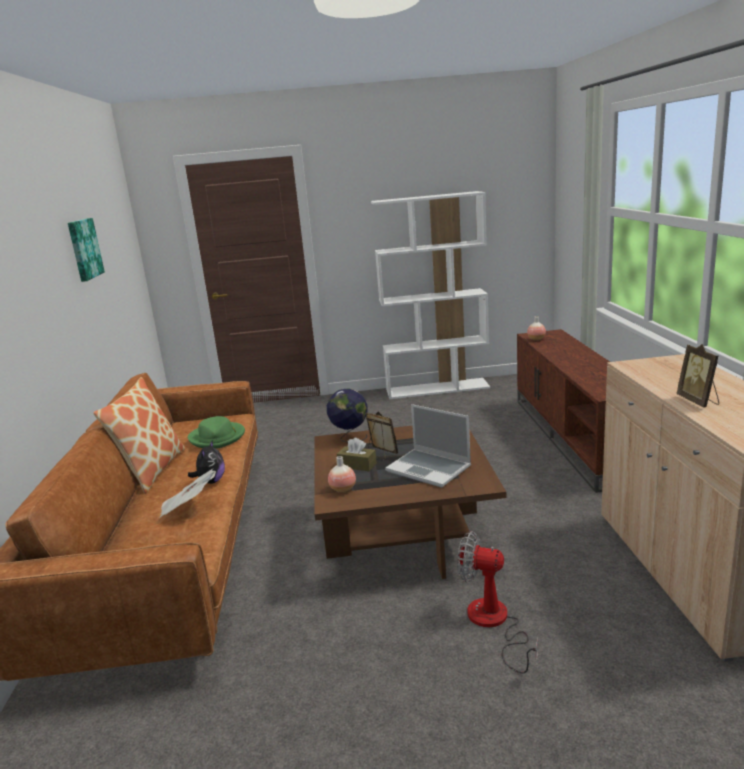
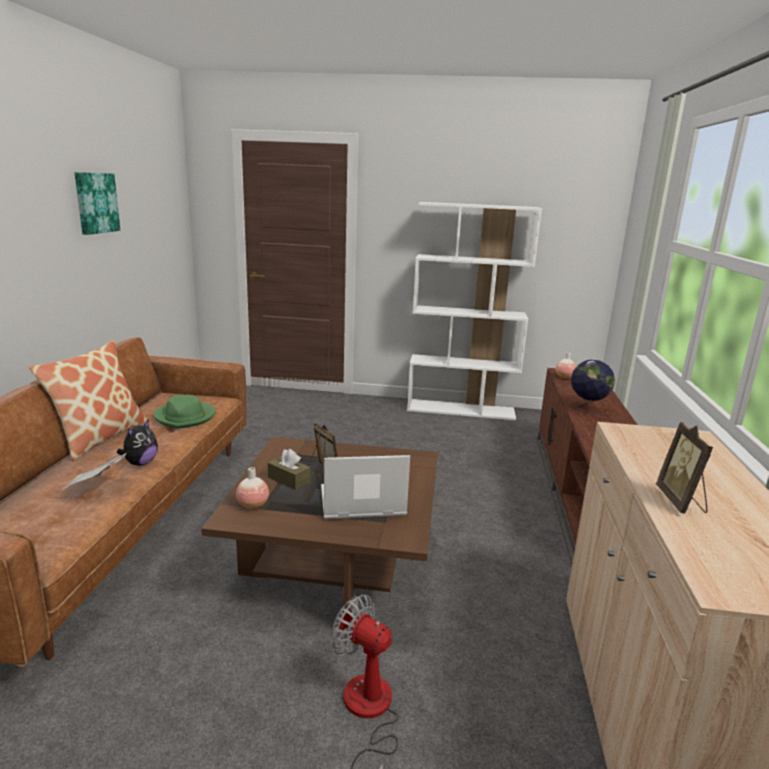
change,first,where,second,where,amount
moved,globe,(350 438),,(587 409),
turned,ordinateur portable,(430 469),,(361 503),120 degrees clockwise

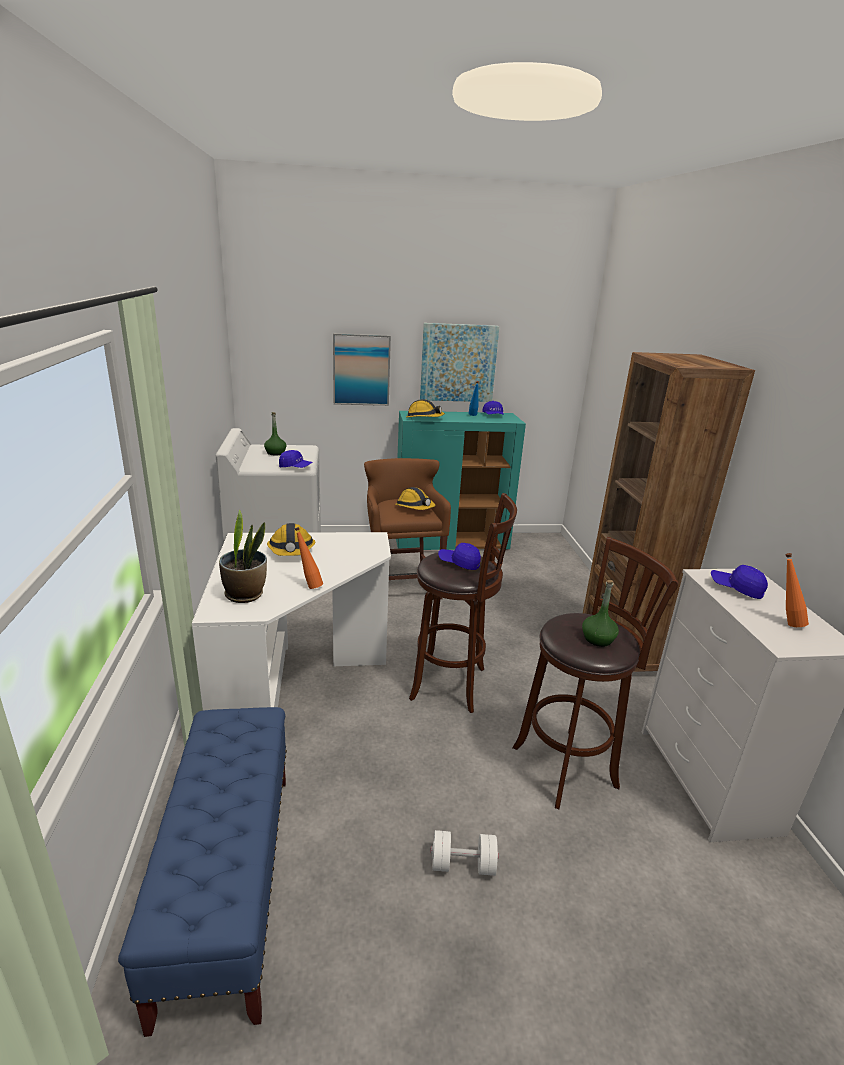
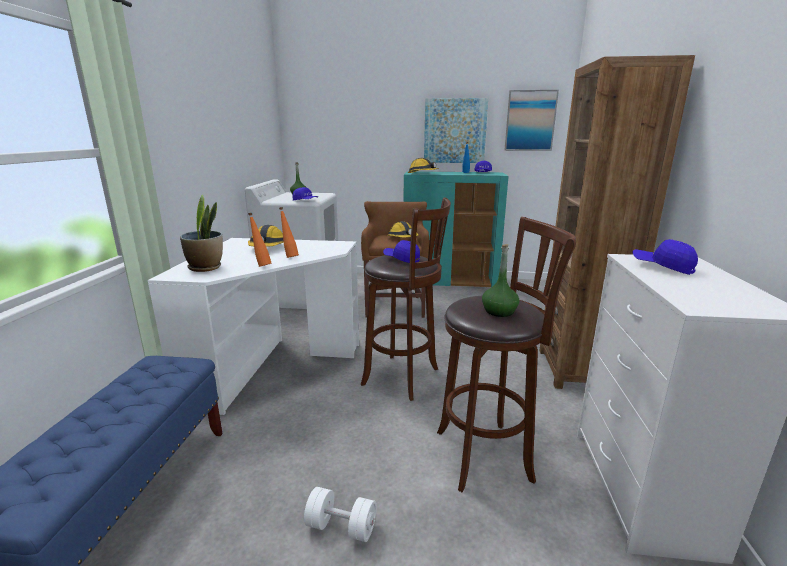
change,first,where,second,where,amount
moved,tableau,(361 370),,(530 121),
moved,bouteille [orange],(785 622),,(289 256),

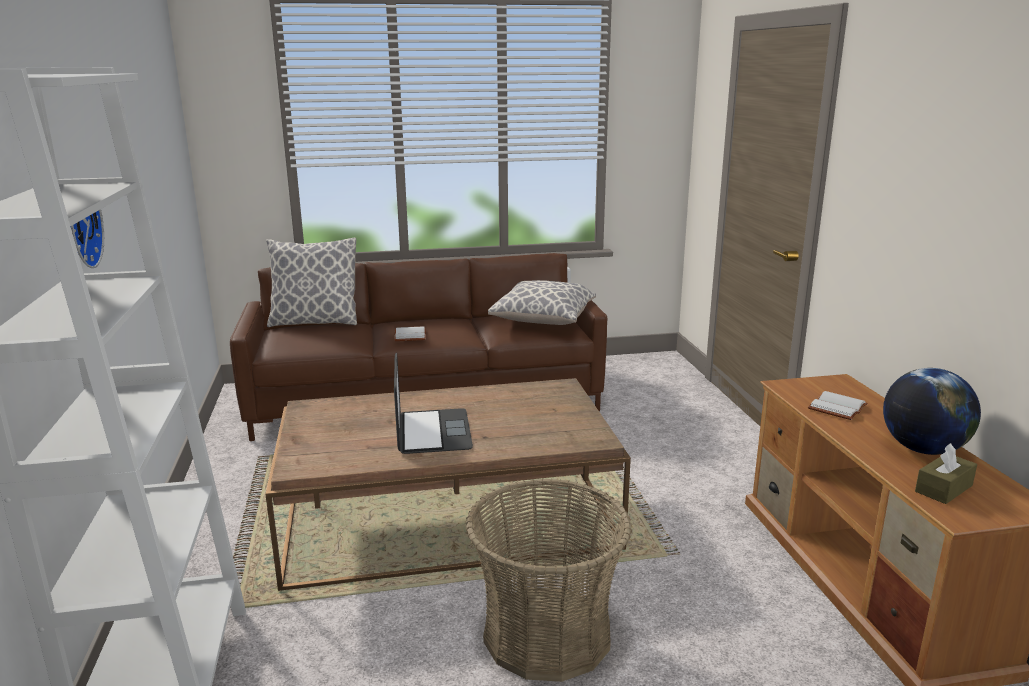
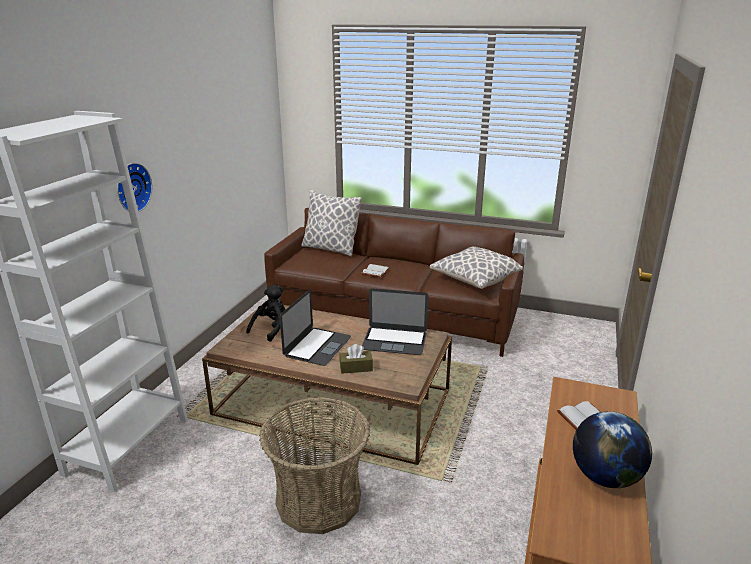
change,first,where,second,where,amount
moved,boîte à mouchoirs [marron],(943 488),,(356 368),
added,,,peluche [noir],(271 329),
added,,,ordinateur portable,(394 341),

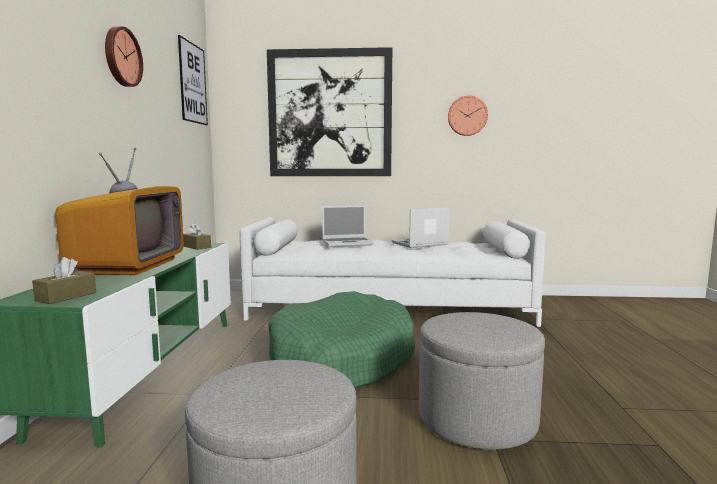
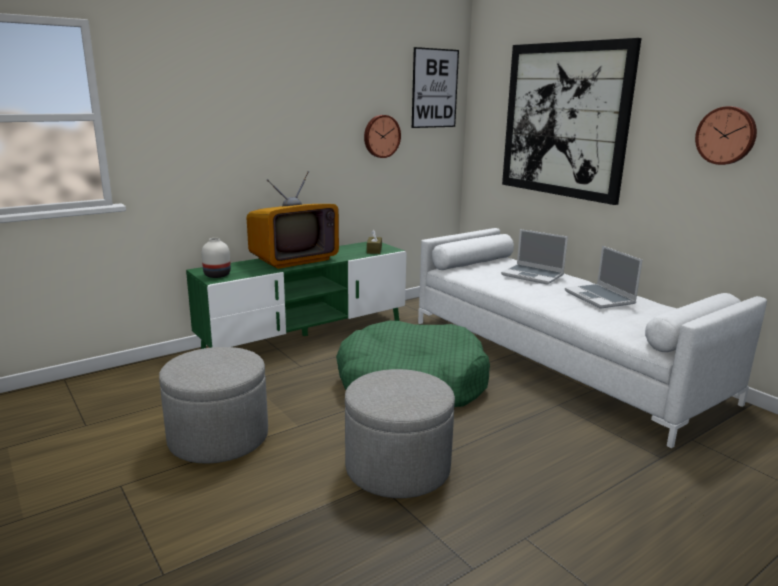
change,first,where,second,where,amount
moved,horloge murale,(121 57),,(381 136),
turned,ordinateur portable,(419 244),,(600 298),135 degrees counterclockwise
replaced,boîte à mouchoirs [marron],(66 296),vase [blanc],(218 275),

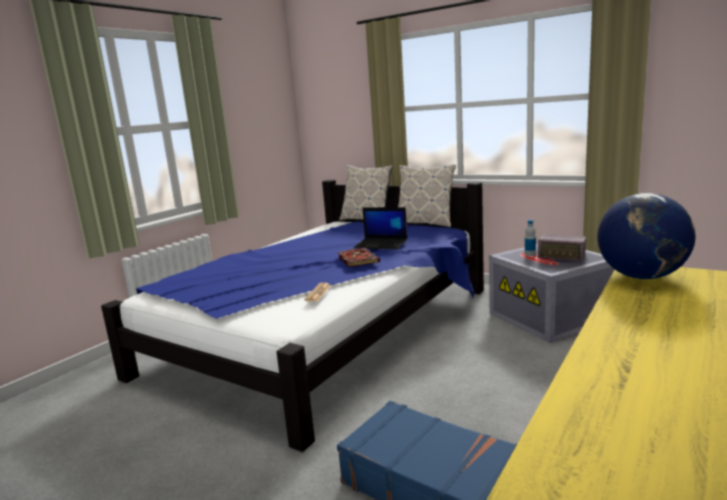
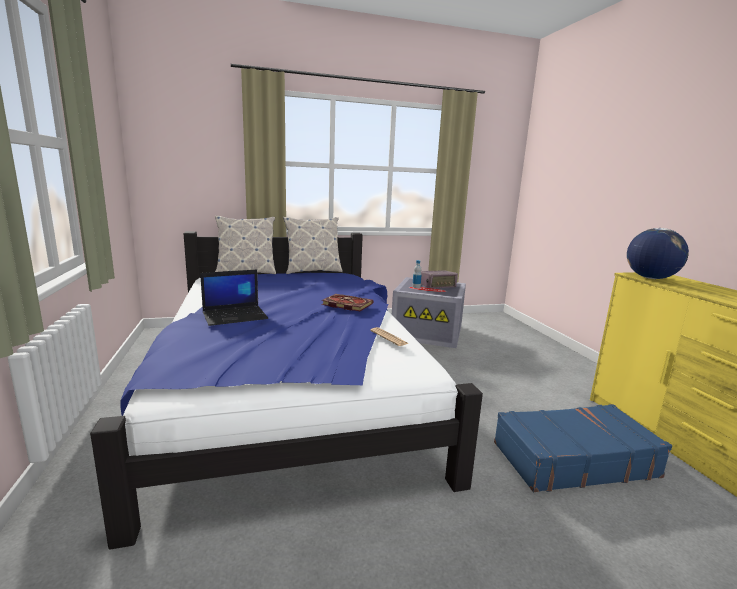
change,first,where,second,where,amount
moved,ordinateur portable,(382 244),,(235 316),

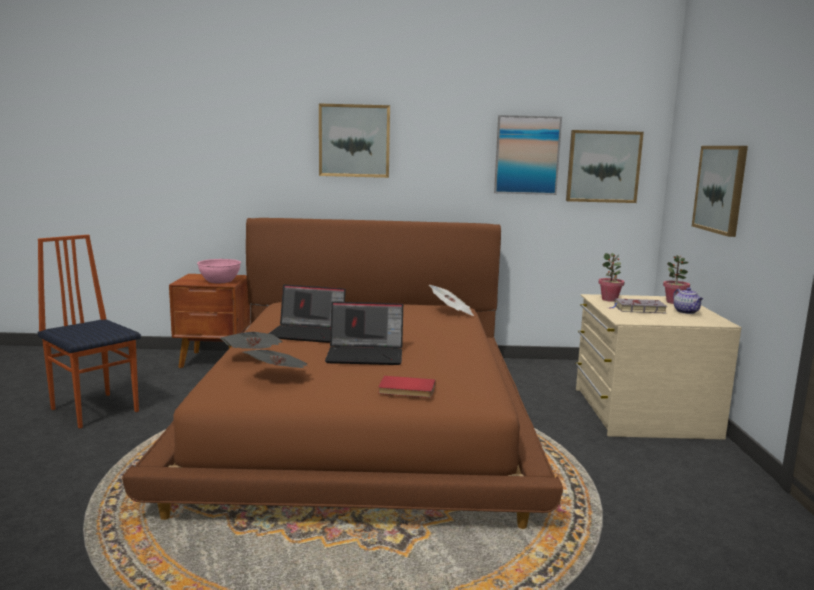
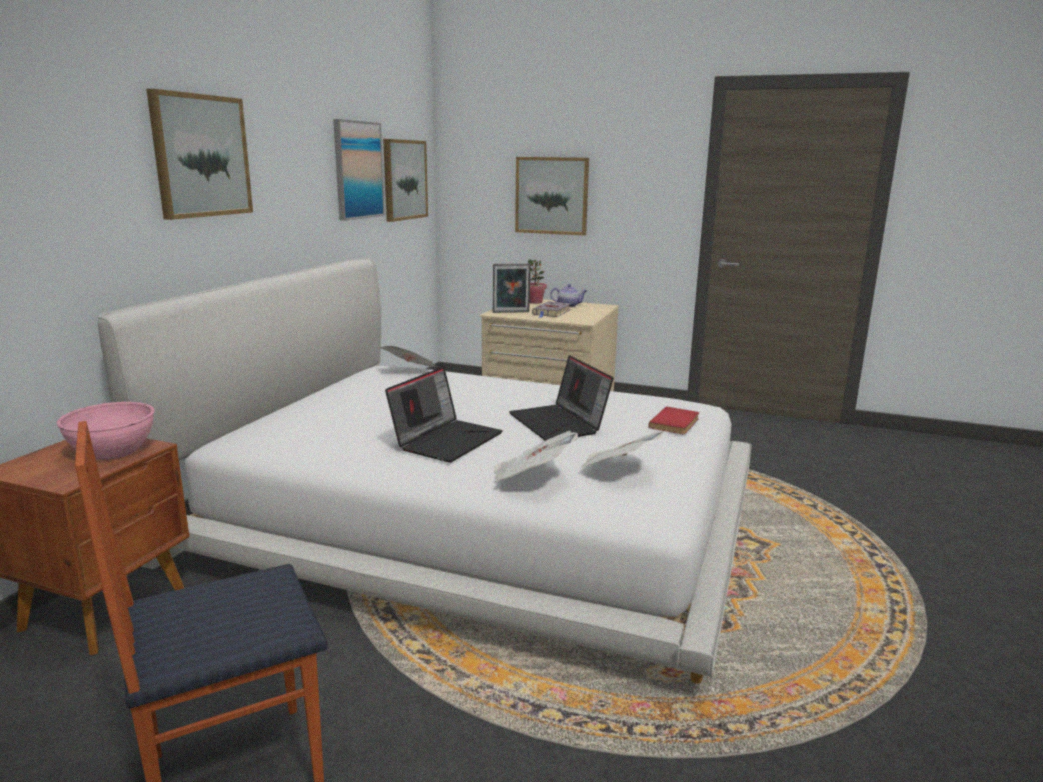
change,first,where,second,where,amount
recoloured,lit [marron],(362 418),lit [blanc],(474 519),
replaced,plante en pot,(609 299),cadre photo,(511 312),
turned,ordinateur portable,(366 355),,(559 423),135 degrees clockwise

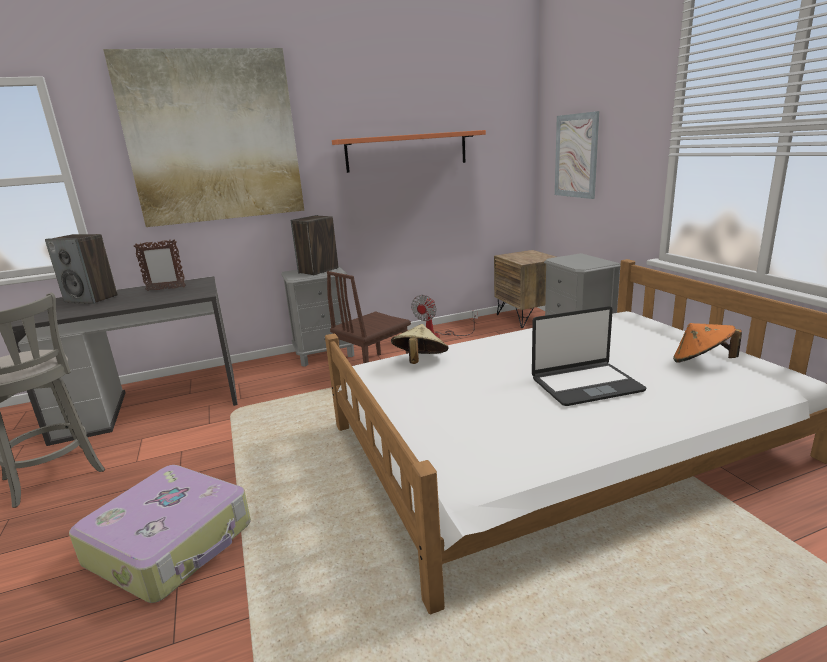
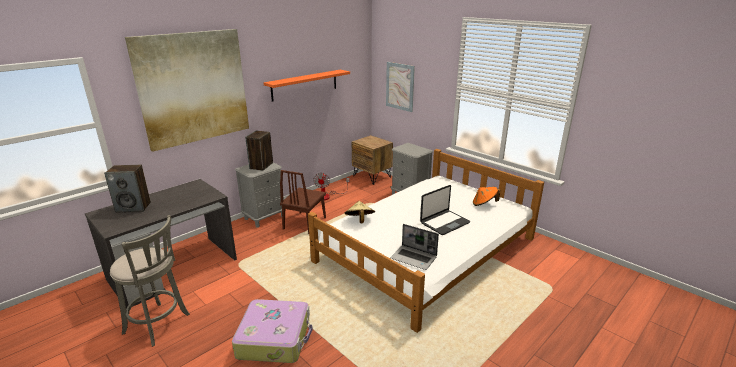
change,first,where,second,where,amount
removed,cadre photo,(166 289),,,
added,,,ordinateur portable,(414 258),

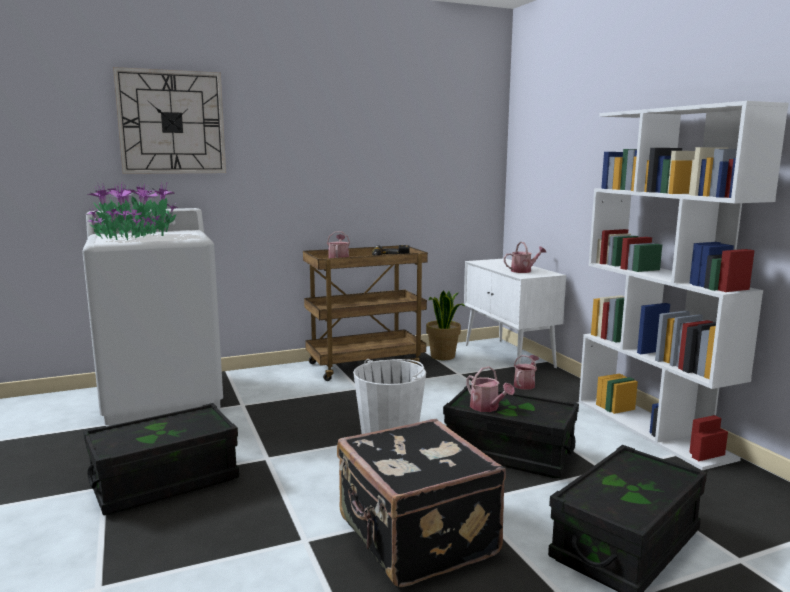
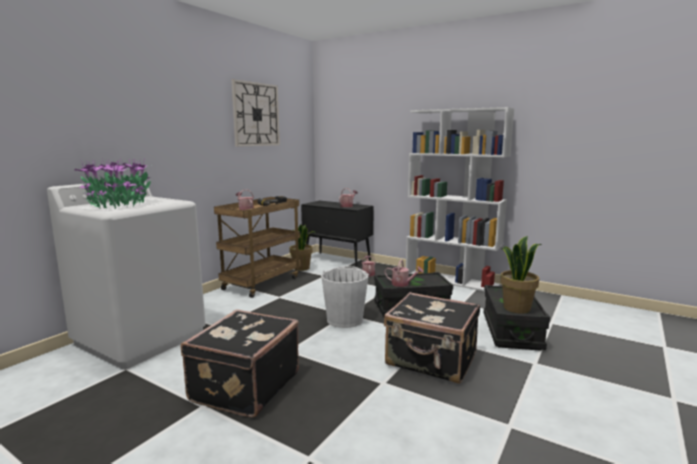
change,first,where,second,where,amount
moved,horloge murale,(172 122),,(256 114),
recoloured,meuble de rangement [blanc],(509 356),meuble de rangement [noir],(338 261),
replaced,boîte de rangement [noir],(165 481),valise [noir],(243 386),
added,,,plante en pot,(516 308),

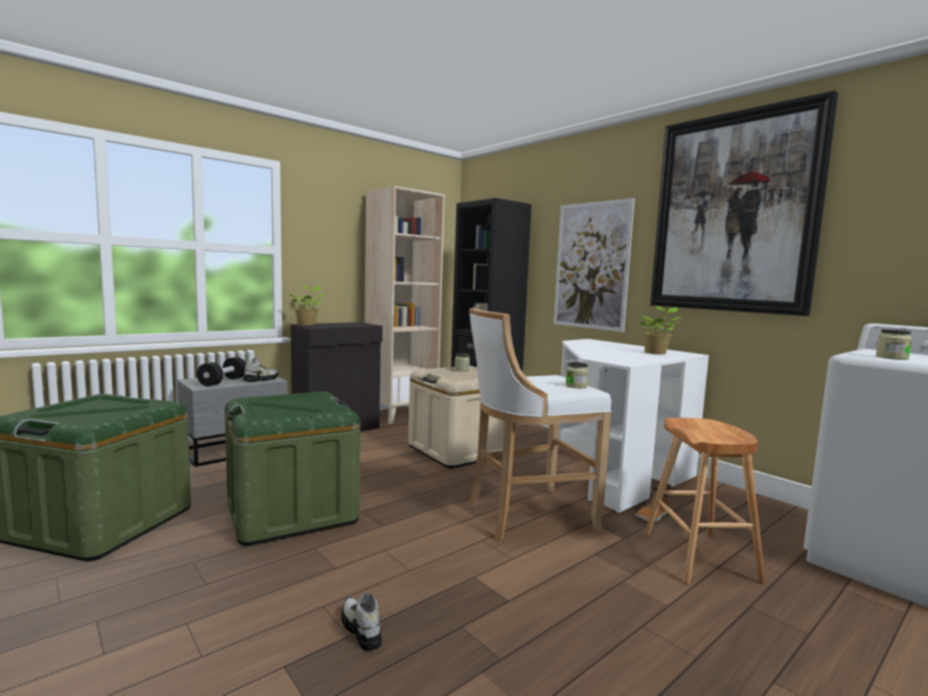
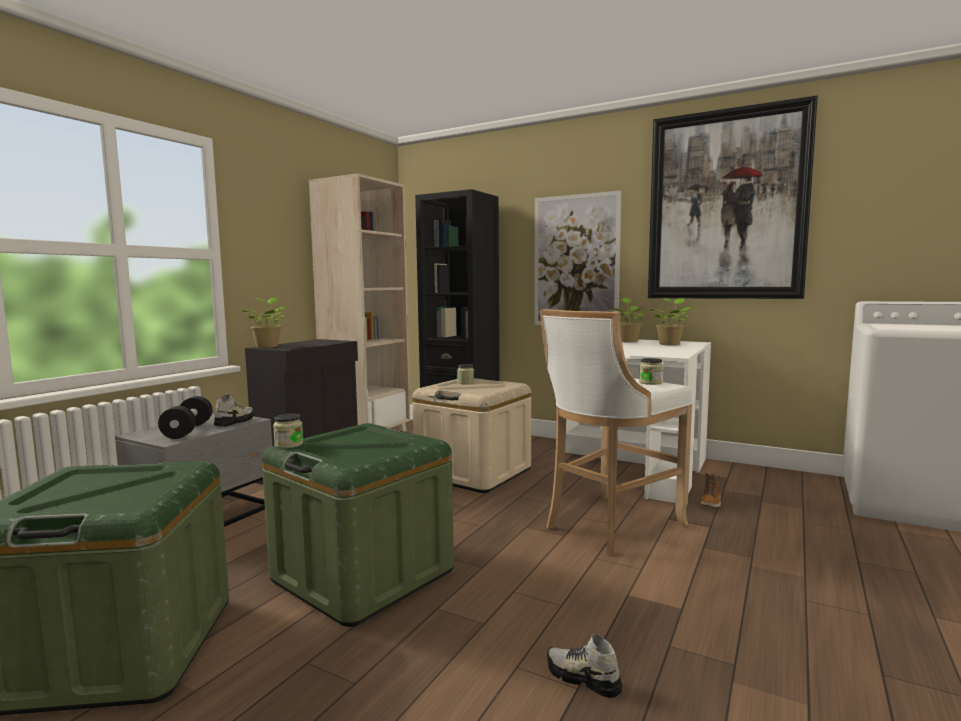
change,first,where,second,where,amount
moved,bocal,(891 357),,(289 444),
removed,tabouret [marron],(699 556),,,
added,,,plante en pot,(627 341),

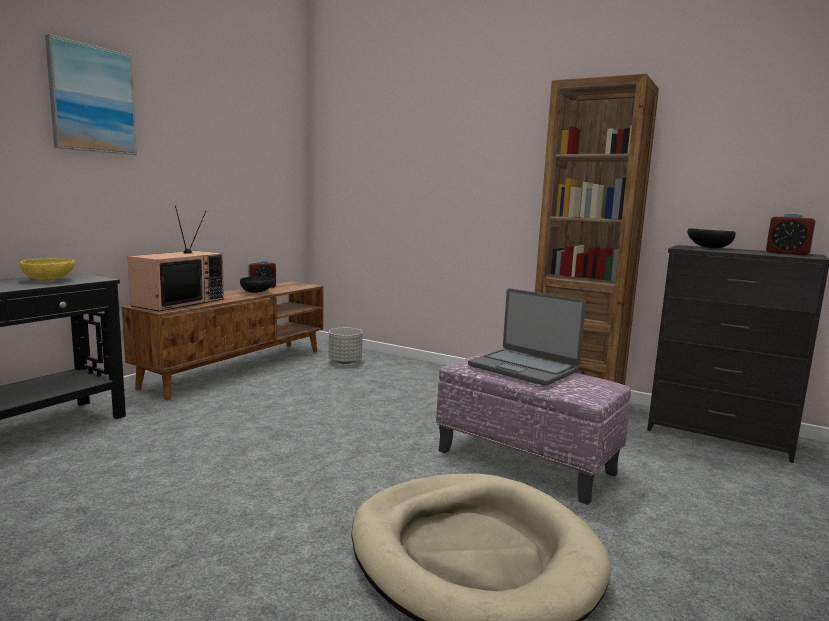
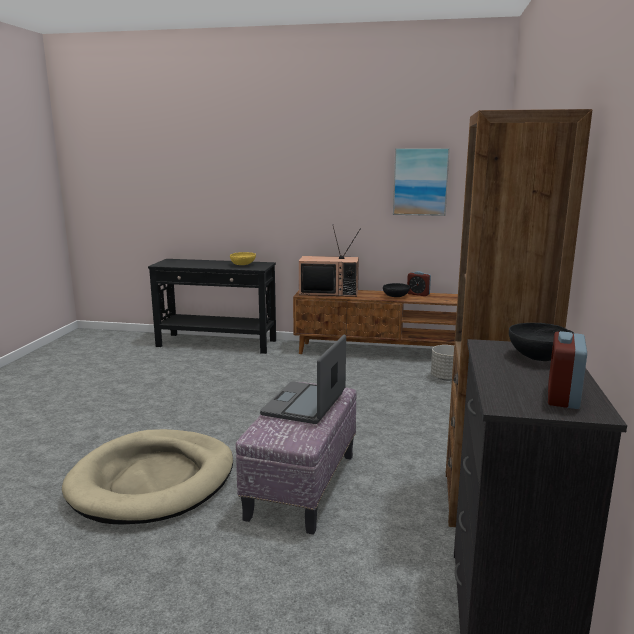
change,first,where,second,where,amount
moved,tableau,(92 99),,(420 181),

